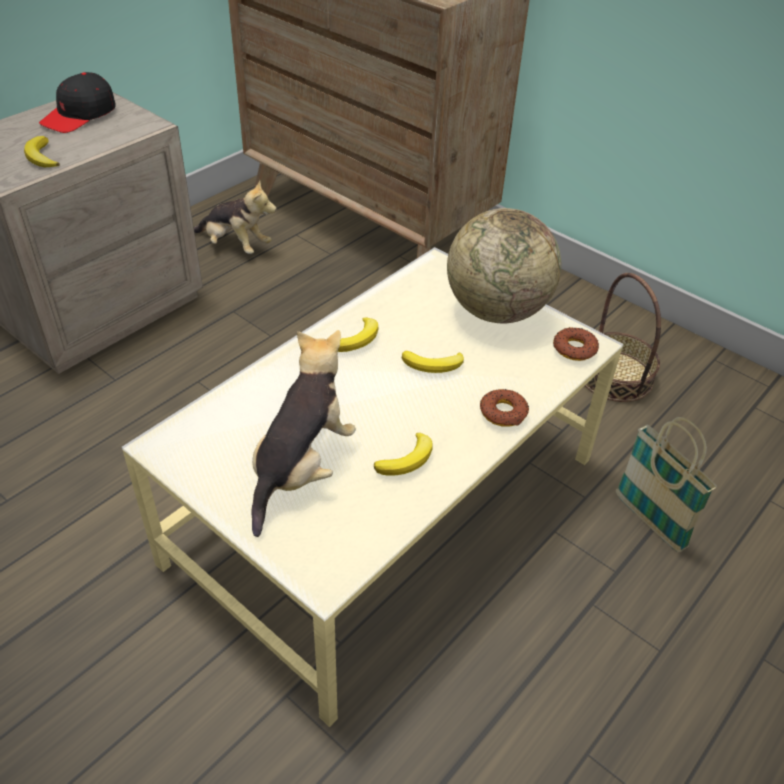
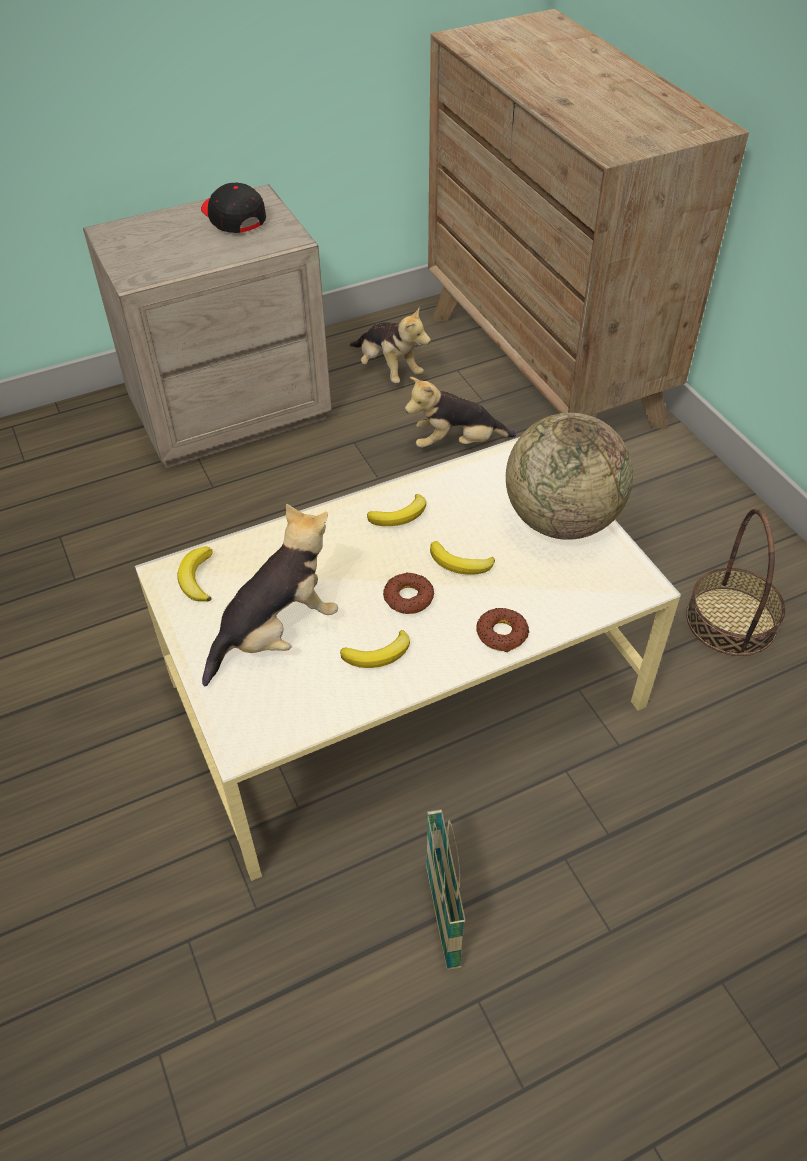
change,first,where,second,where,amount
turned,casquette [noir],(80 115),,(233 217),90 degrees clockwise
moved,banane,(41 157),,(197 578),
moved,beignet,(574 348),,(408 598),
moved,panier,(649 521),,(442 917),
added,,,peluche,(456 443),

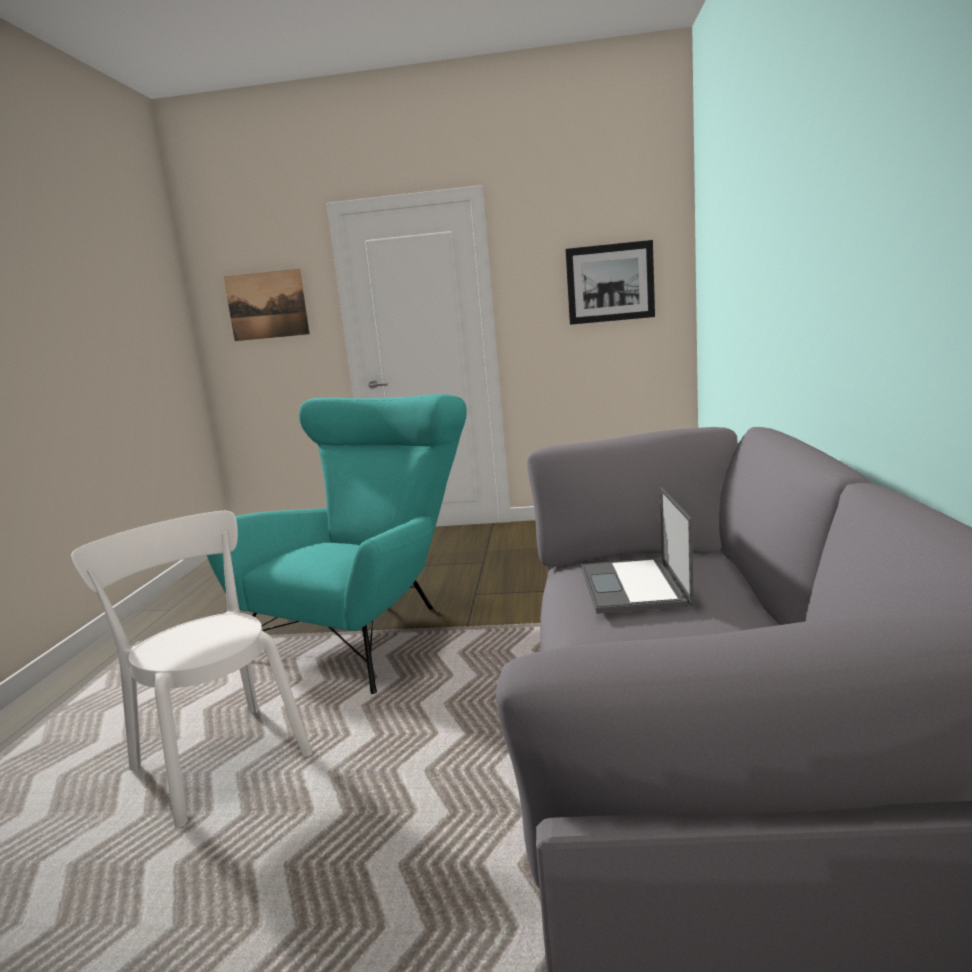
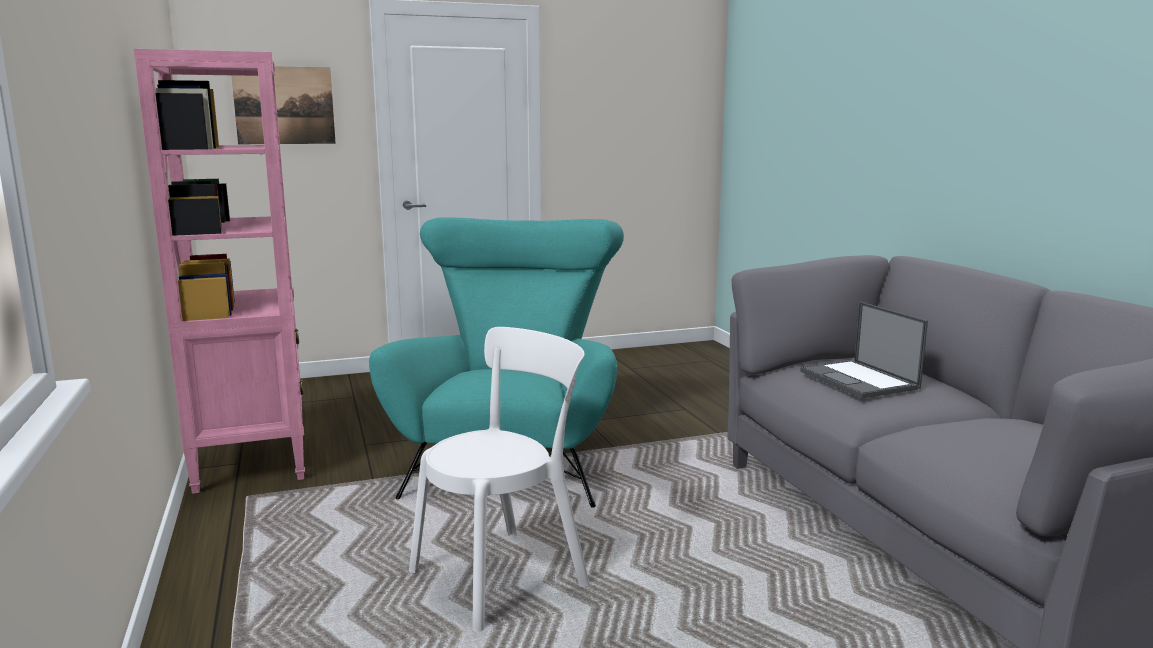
change,first,where,second,where,amount
removed,tableau,(610 283),,,
turned,chaise [blanc],(218 757),,(505 575),120 degrees clockwise
added,,,bibliothèque [rose],(252 459),

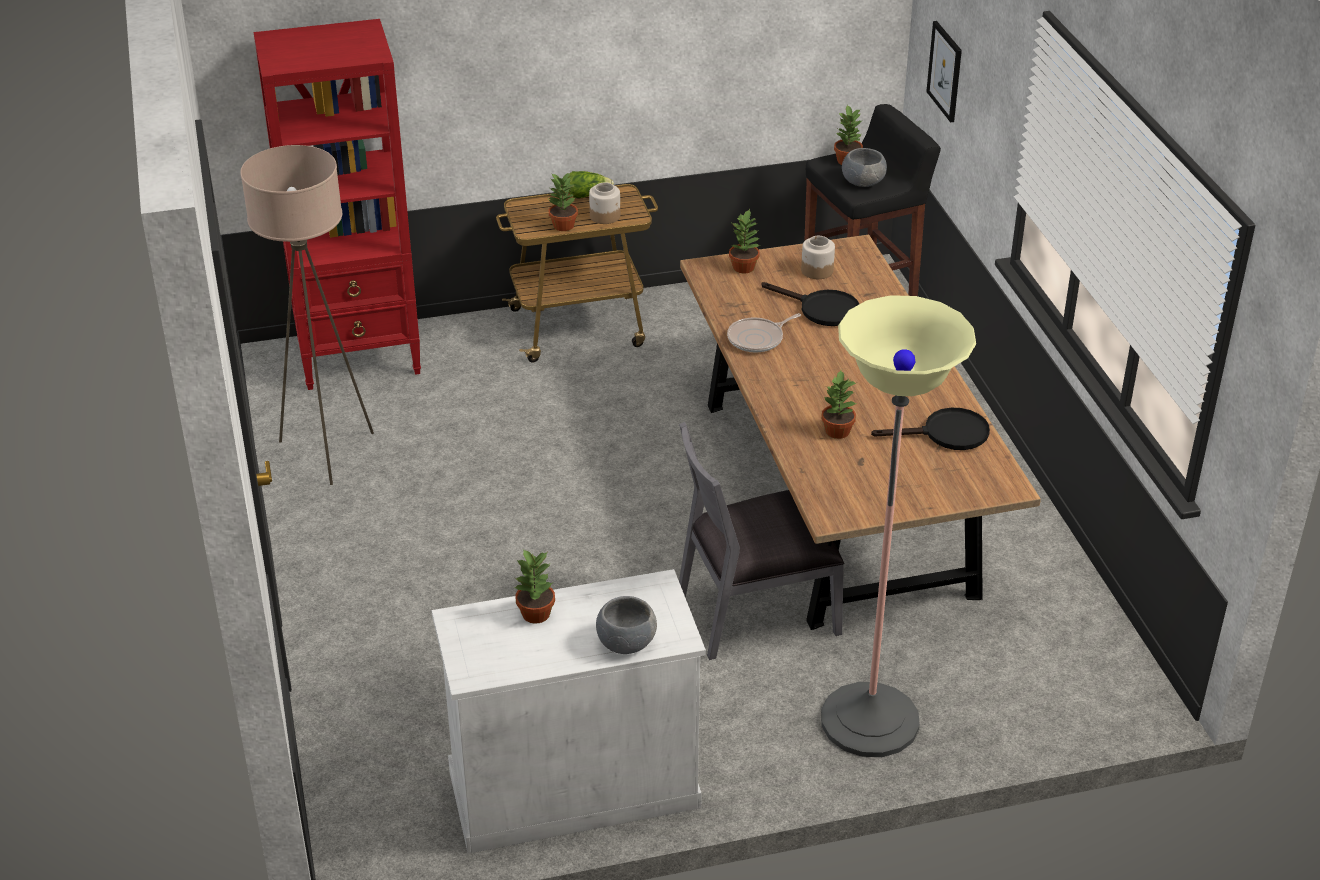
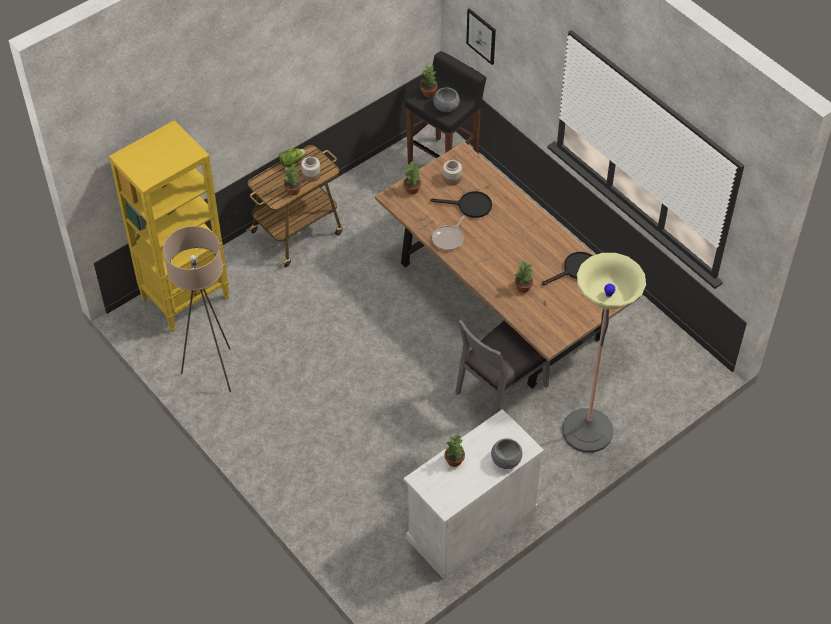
change,first,where,second,where,amount
recoloured,bibliothèque [rouge],(360 357),bibliothèque [jaune],(186 298),

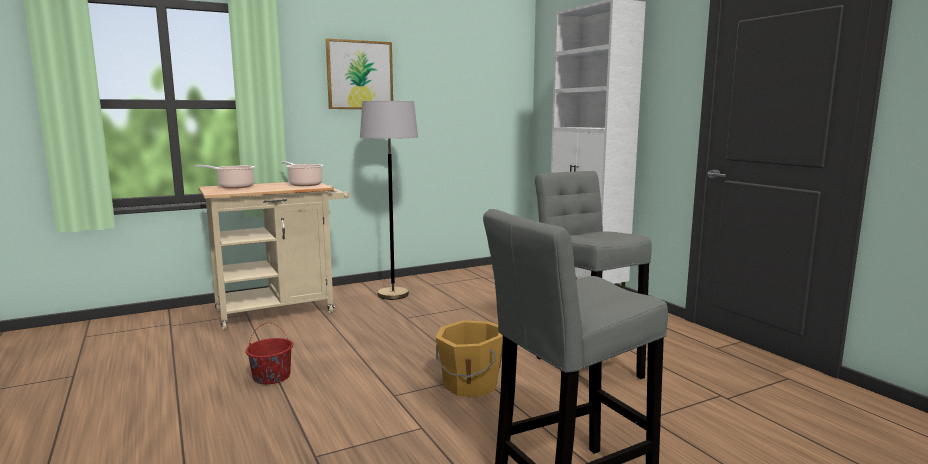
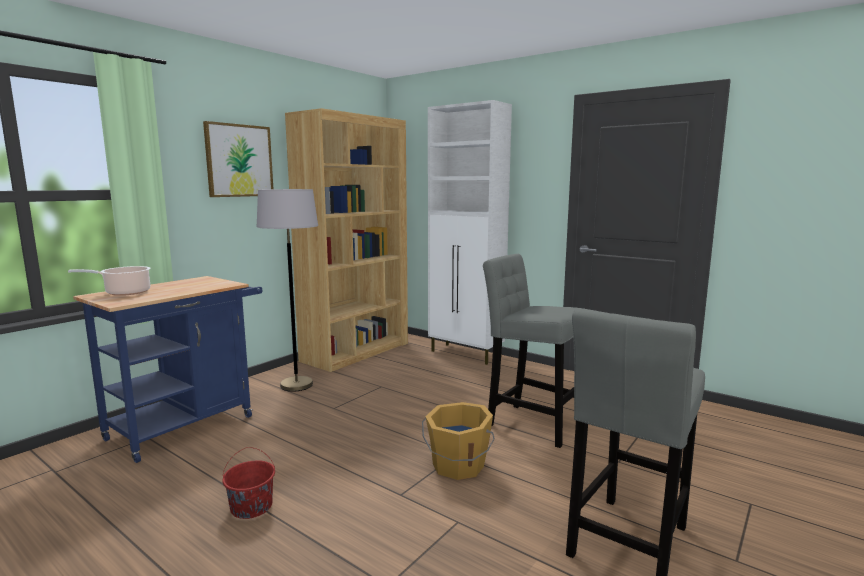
change,first,where,second,where,amount
removed,marmite,(304 184),,,
recoloured,chariot [beige],(282 310),chariot [bleu],(189 424),
added,,,bibliothèque [marron],(356 352),

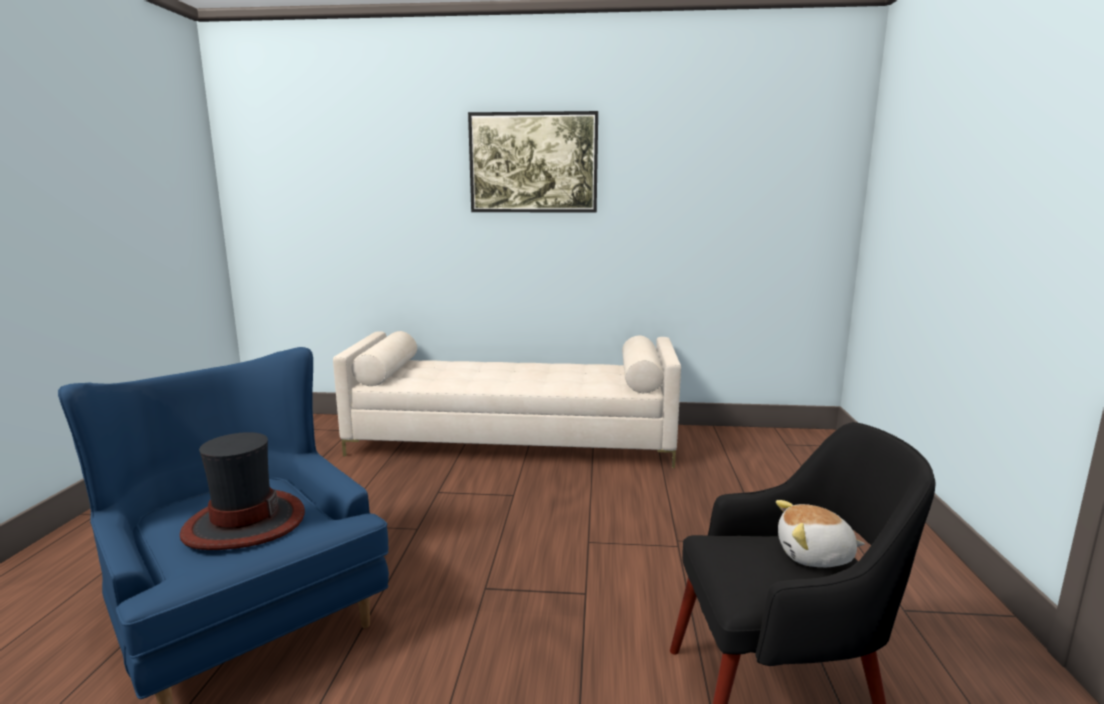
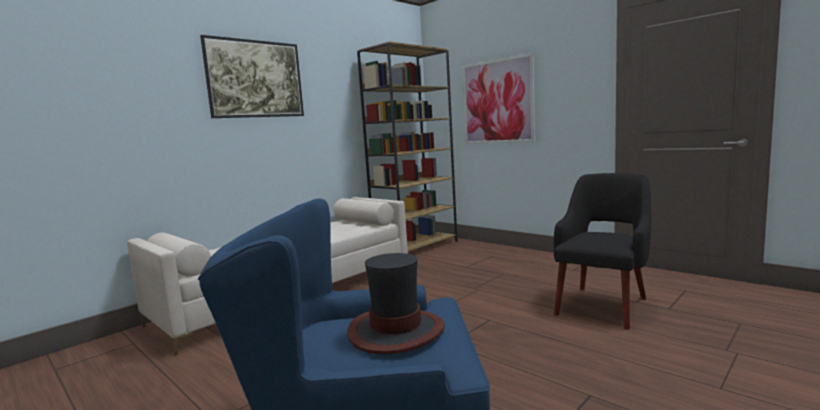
change,first,where,second,where,amount
removed,peluche,(815 556),,,
added,,,bibliothèque [marron],(416 247),
added,,,tableau,(497 102),

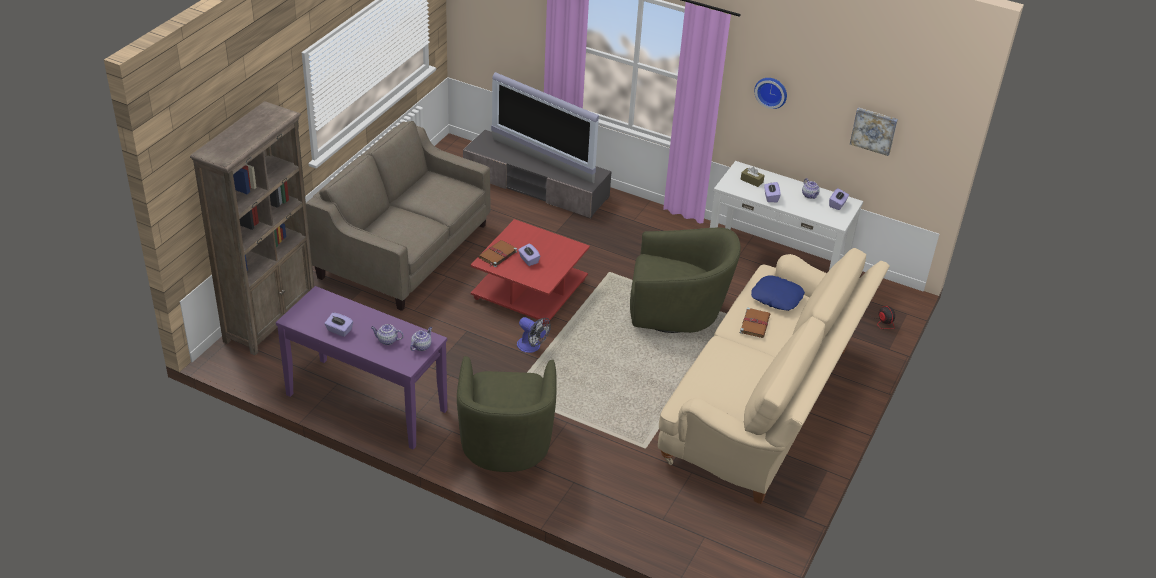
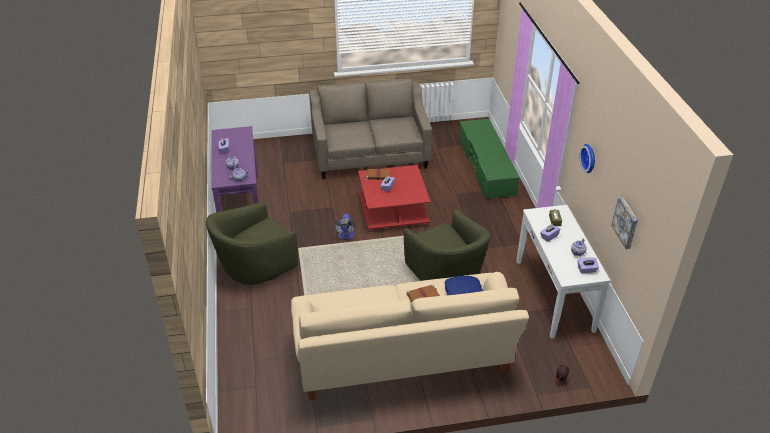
change,first,where,second,where,amount
removed,téléviseur,(541 161),,,
removed,bibliothèque [marron],(271 319),,,
recoloured,meuble télé [gris],(535 186),meuble télé [vert],(486 166),

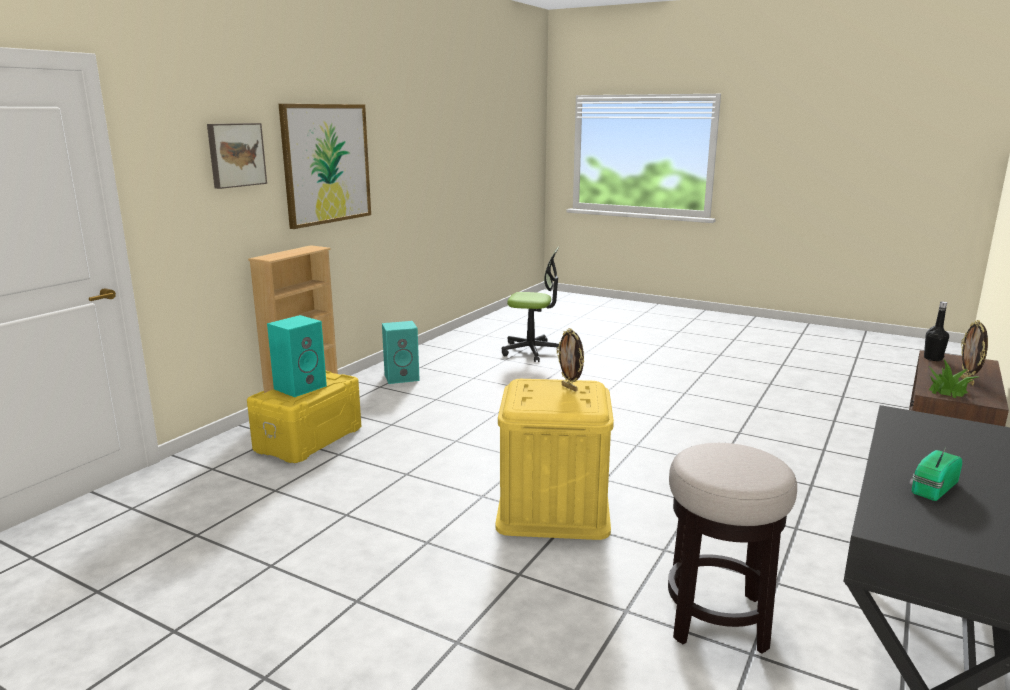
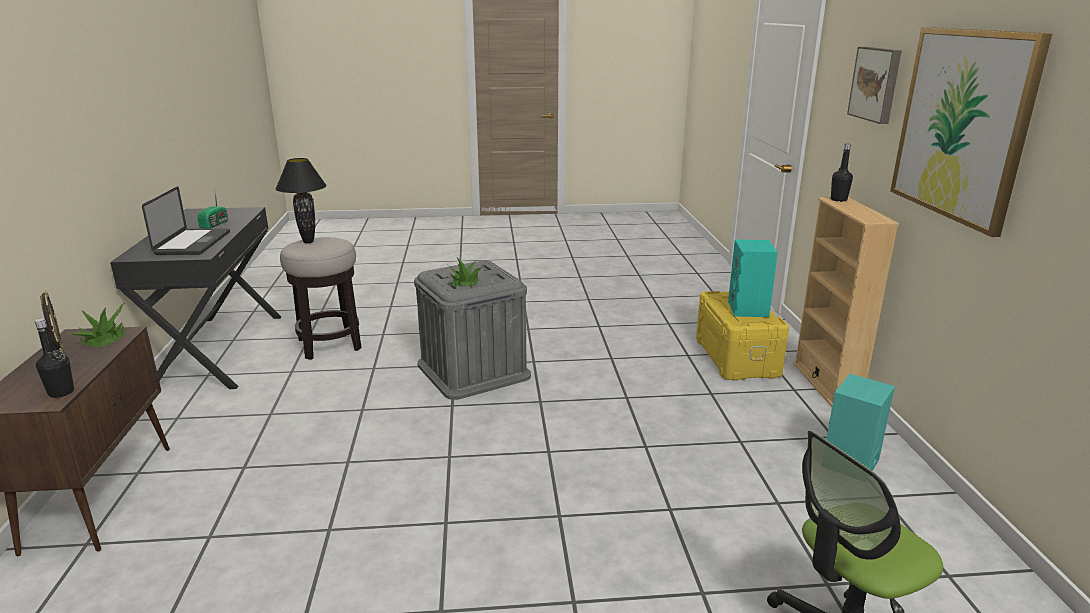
change,first,where,second,where,amount
replaced,cadre photo,(570 388),plante en pot,(465 282),
recoloured,boîte de rangement [jaune],(553 507),boîte de rangement [gris],(473 370),
added,,,bouteille [noir],(838 199),
added,,,lampe de table [noir],(308 242),
added,,,ordinateur portable,(193 243),

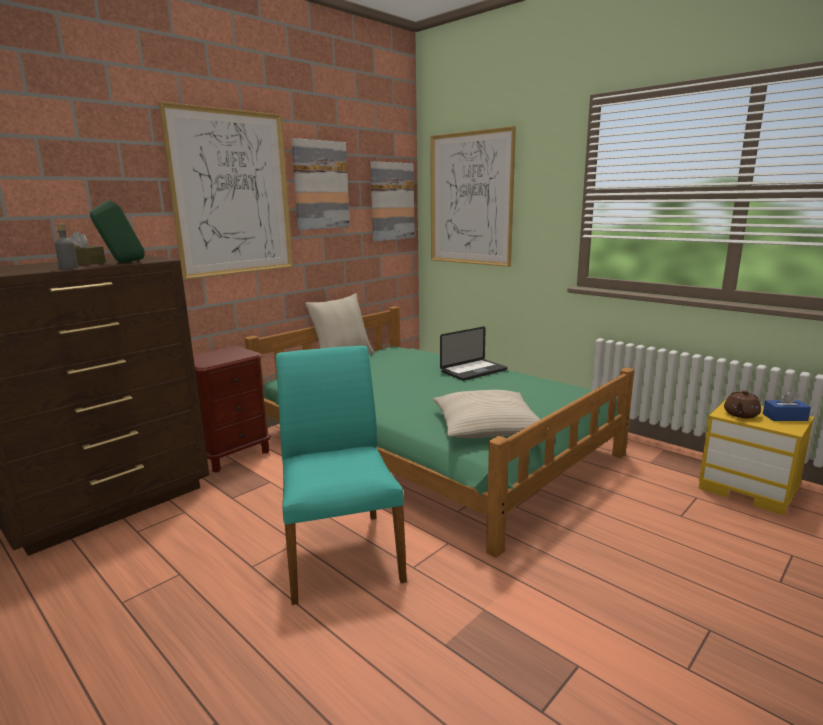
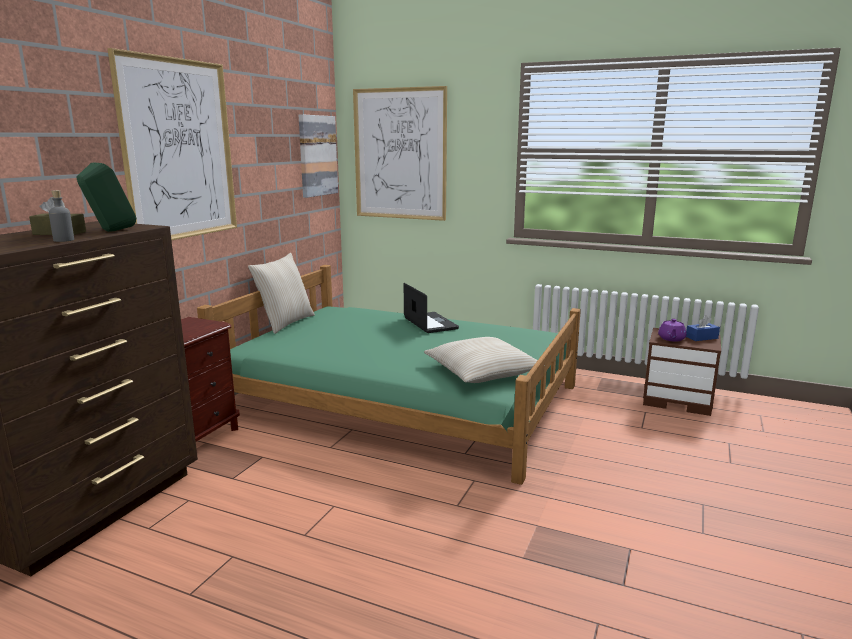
change,first,where,second,where,amount
removed,tableau,(320 185),,,
turned,ordinateur portable,(473 371),,(430 323),60 degrees counterclockwise
removed,chaise [turquoise],(340 553),,,
recoloured,théière [marron],(740 414),théière [violet],(671 339),
recoloured,table de chevet [jaune],(749 489),table de chevet [marron],(678 400),

